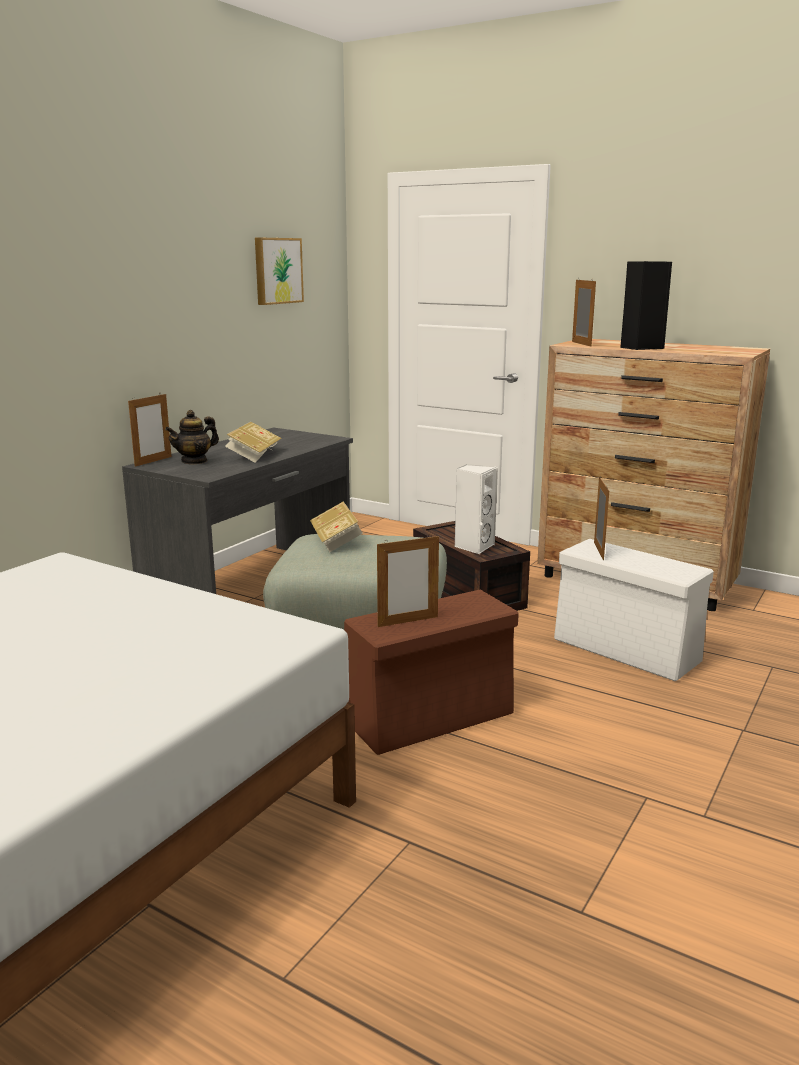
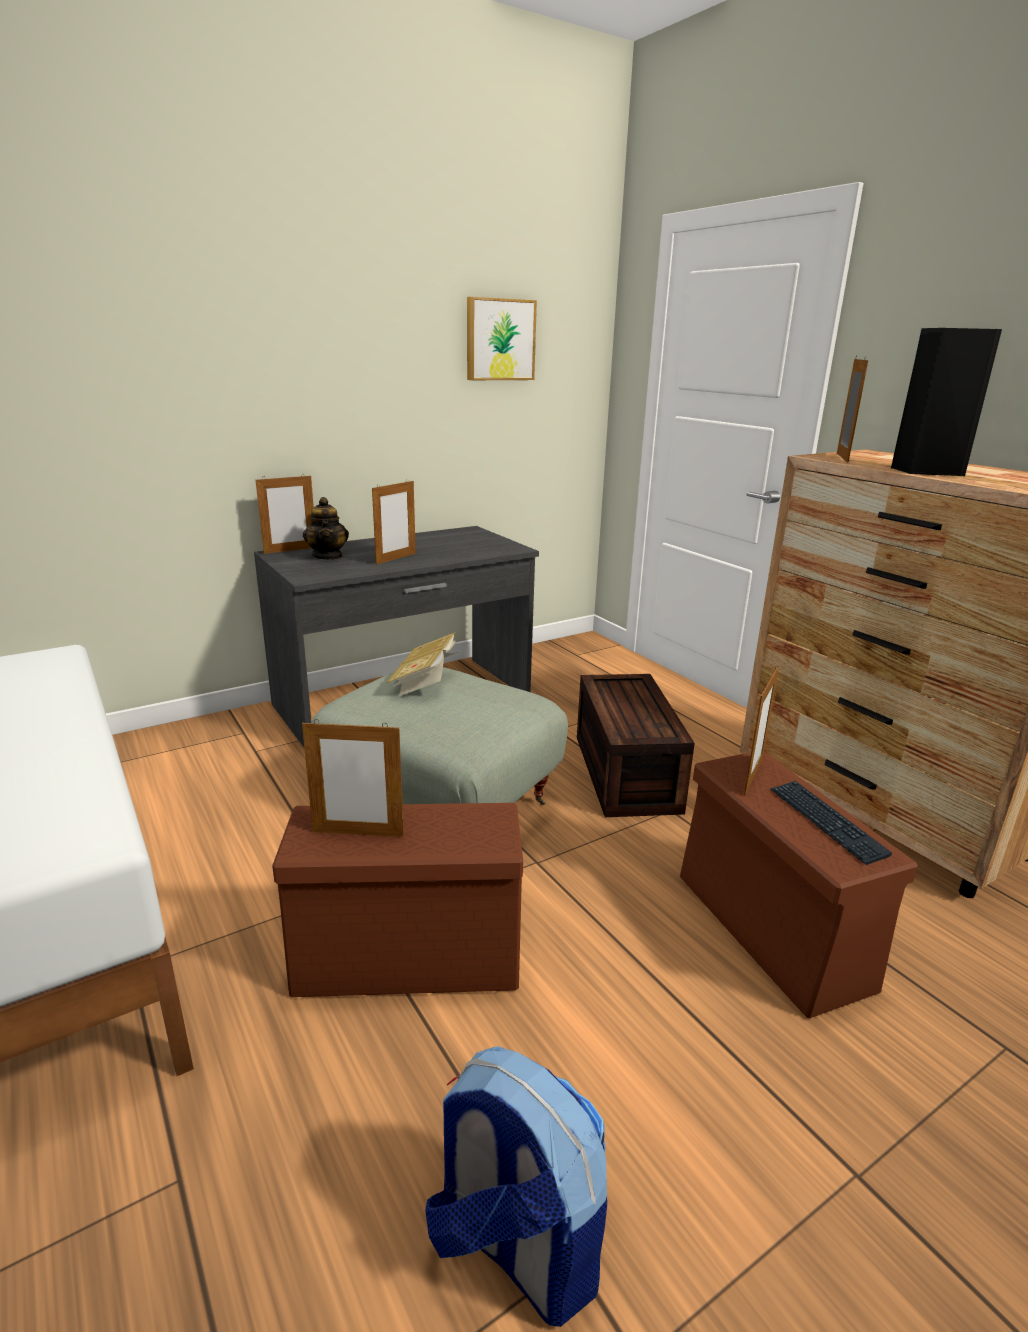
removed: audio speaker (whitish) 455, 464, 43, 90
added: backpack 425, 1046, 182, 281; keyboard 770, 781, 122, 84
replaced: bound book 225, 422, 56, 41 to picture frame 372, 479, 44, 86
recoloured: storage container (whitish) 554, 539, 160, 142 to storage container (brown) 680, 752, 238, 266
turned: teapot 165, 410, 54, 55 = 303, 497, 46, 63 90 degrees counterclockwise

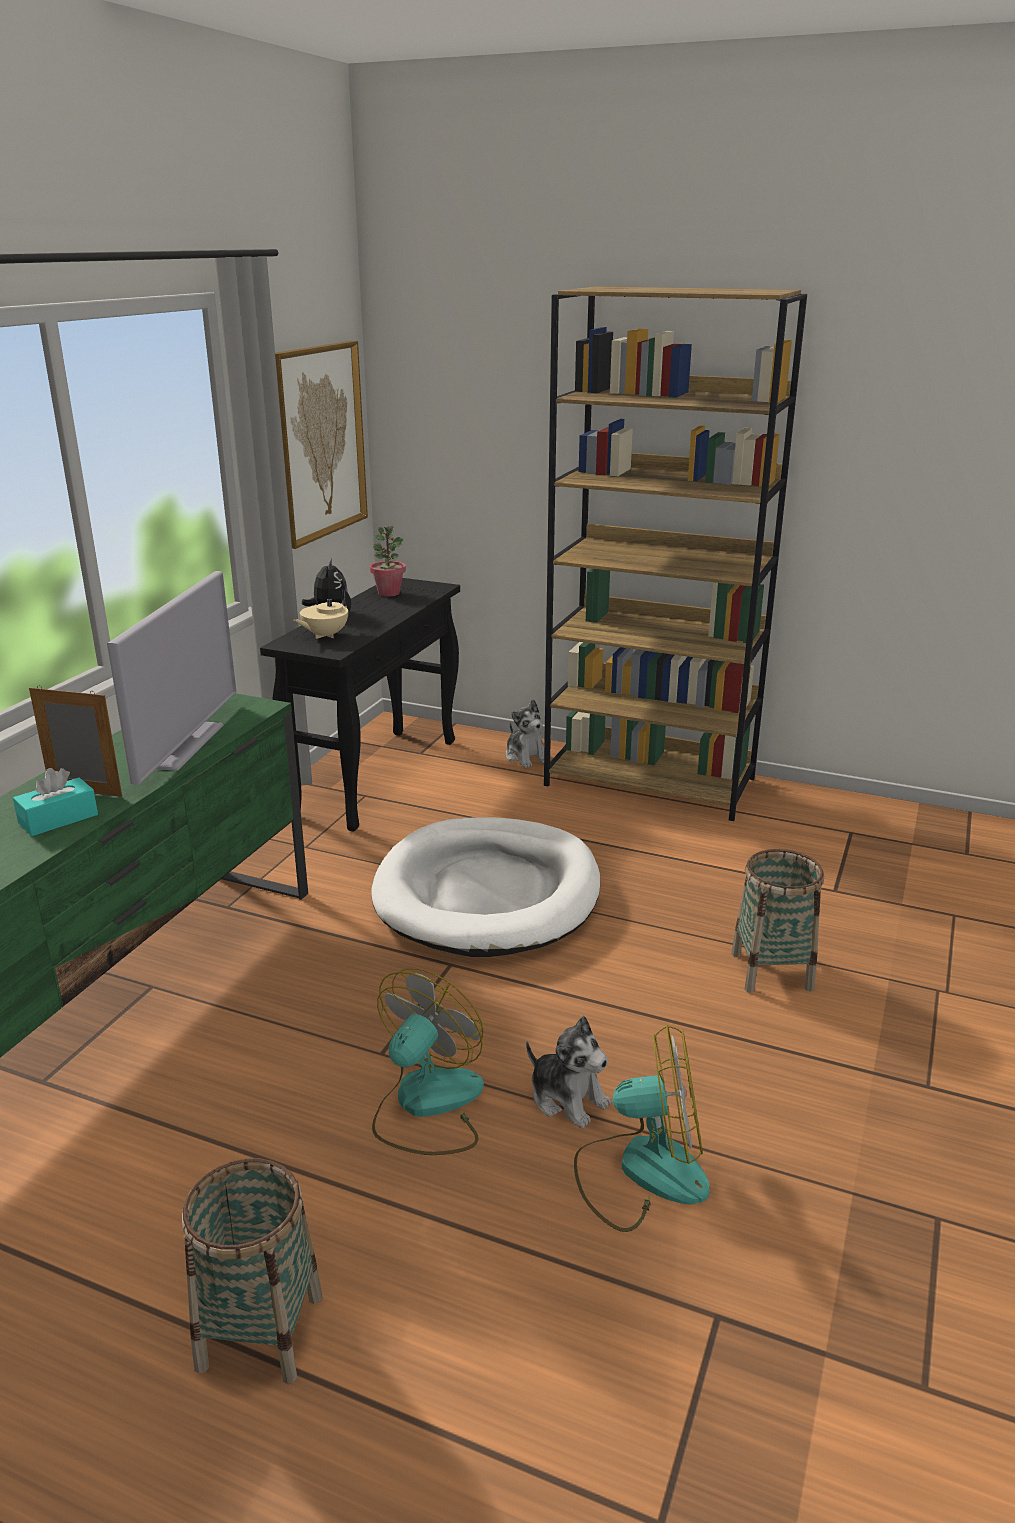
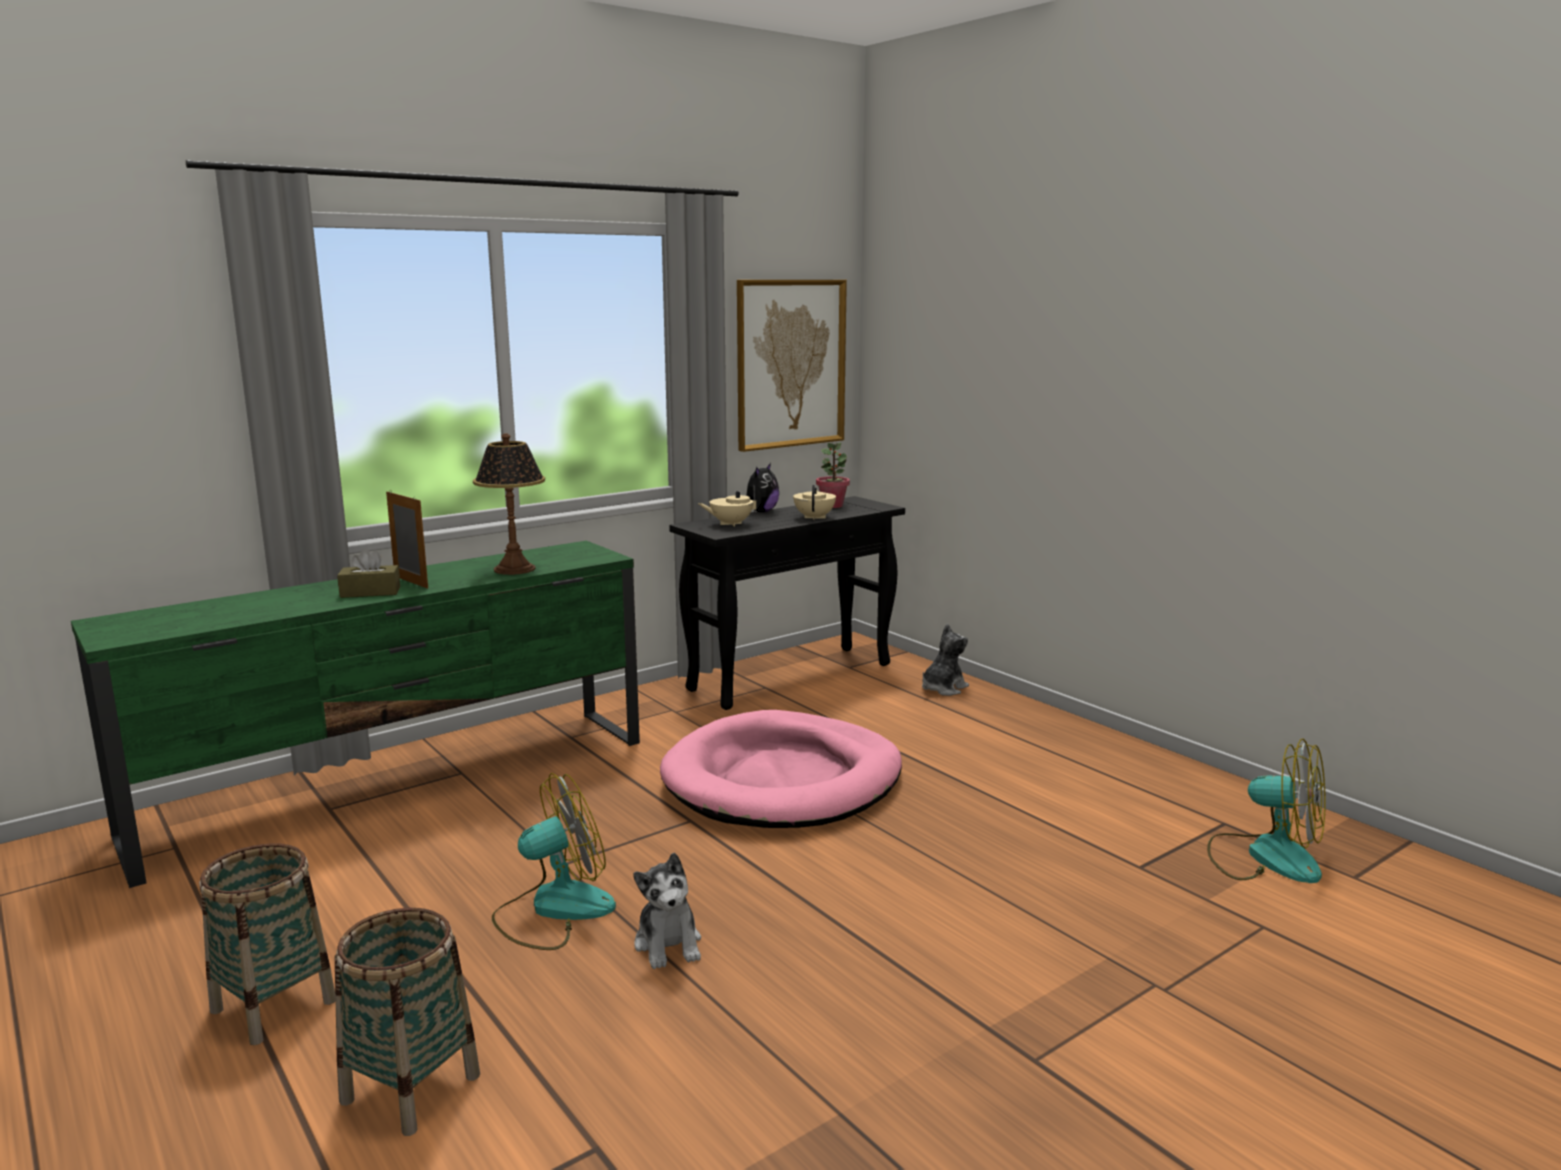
removed: shelving unit (brown) 544, 286, 263, 535
added: teapot (sand-coloured) 793, 485, 43, 35
moved: household basket 731, 849, 93, 144 to 335, 908, 145, 228; cooling fan 574, 1024, 136, 208 to 1207, 739, 118, 144
replaced: television 107, 571, 129, 214 to lamp for a table 473, 433, 72, 142
recoloured: tissue box (turquoise) 13, 768, 85, 68 to tissue box (brown) 337, 548, 63, 50; dog bed (whitish) 372, 817, 228, 140 to dog bed (pink-coloured) 660, 710, 242, 118
turned: soft toy 506, 699, 38, 69 = 922, 624, 47, 72 135 degrees counterclockwise

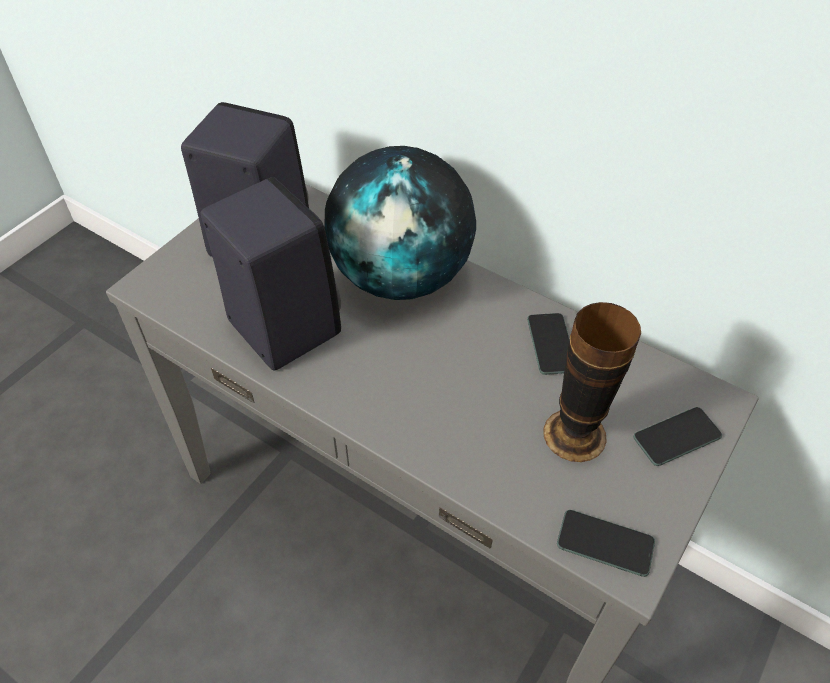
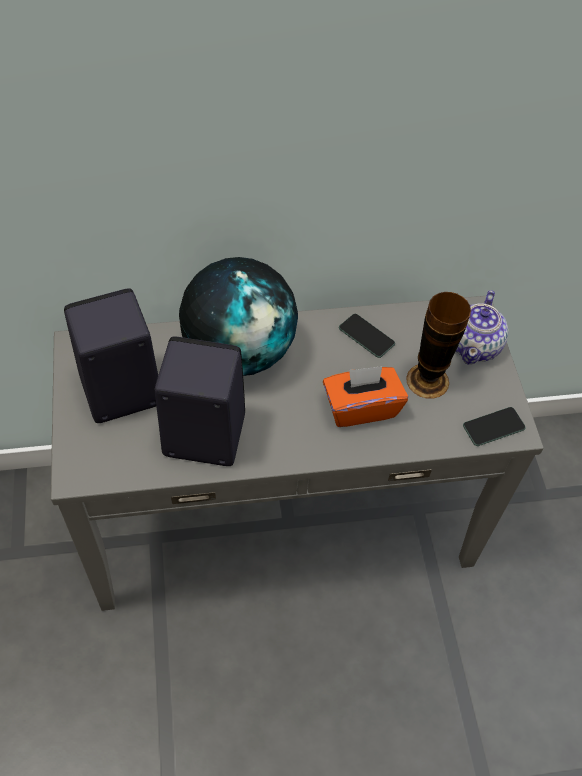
added: tissue box (orange) 323, 366, 85, 61
replaced: telephone 633, 407, 89, 59 to teapot 456, 290, 53, 75

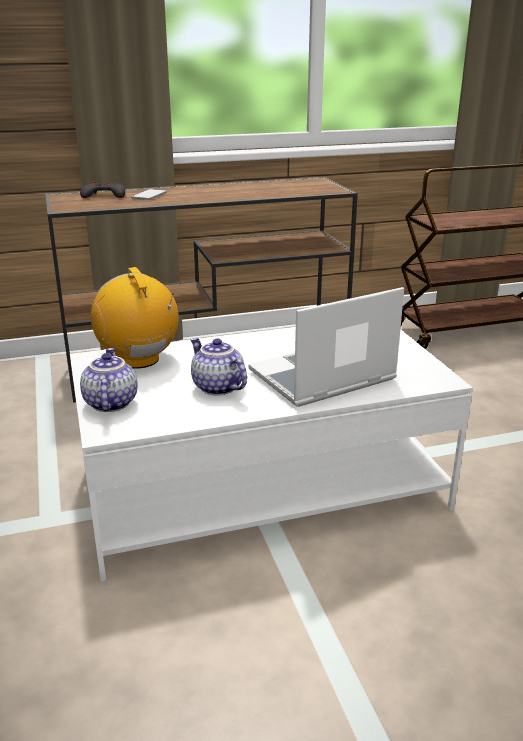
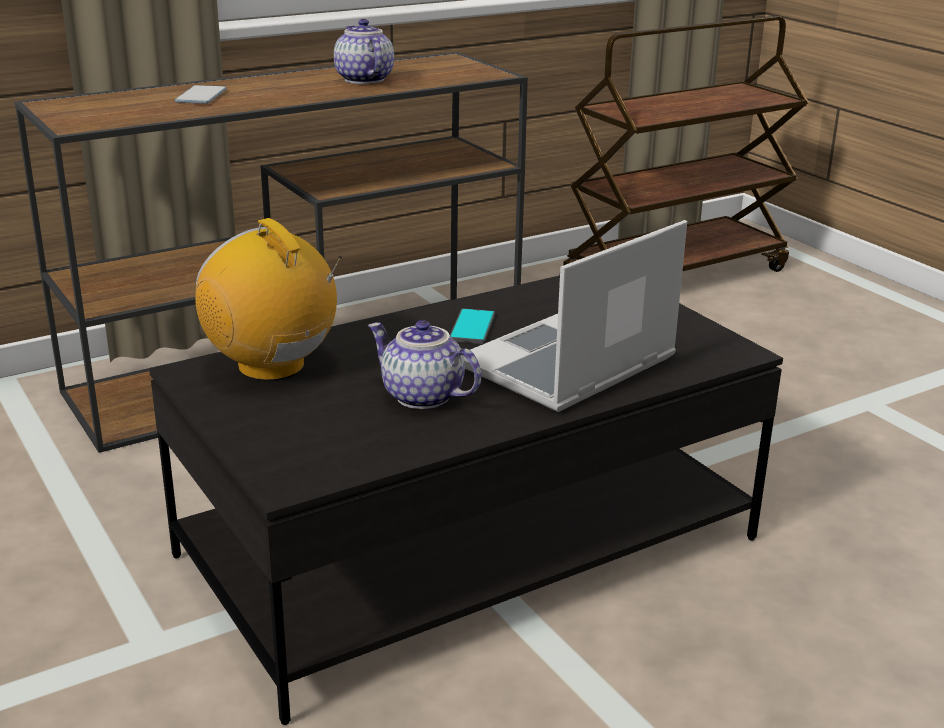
removed: gamepad (grey) 80, 181, 45, 17
added: telephone 450, 308, 45, 36
moved: teapot 80, 348, 57, 64 to 334, 19, 60, 65
recoloured: lounge table (whitish) 70, 327, 403, 254 to lounge table (black-coloured) 149, 275, 634, 450

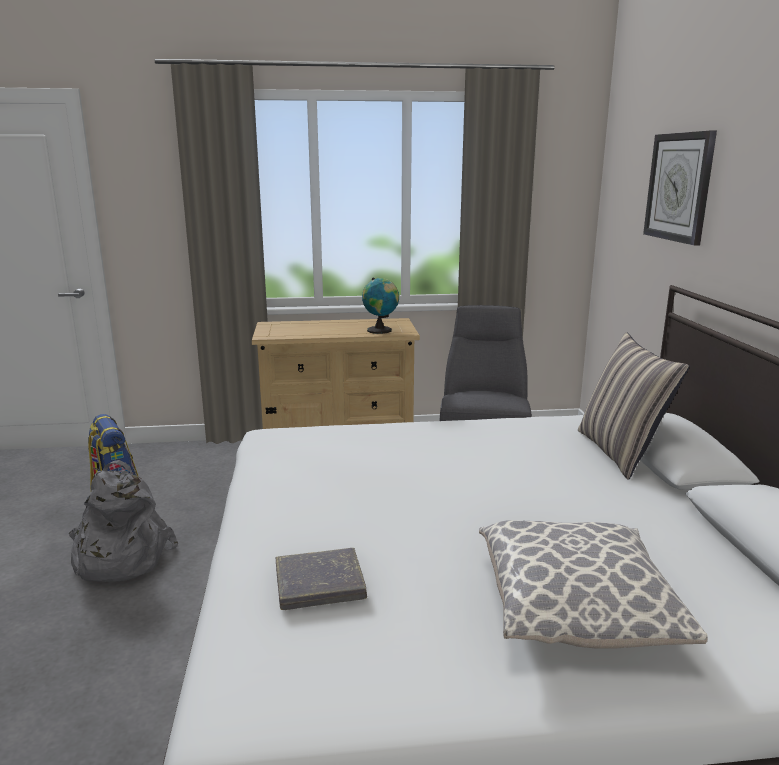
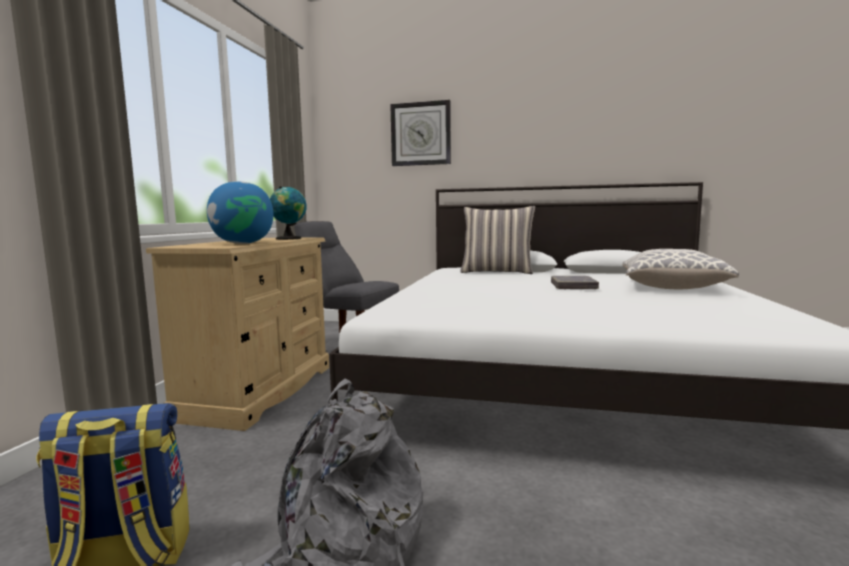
added: world globe 207, 181, 66, 63
moved: bound book (grey) 276, 548, 91, 62 to 551, 276, 48, 13

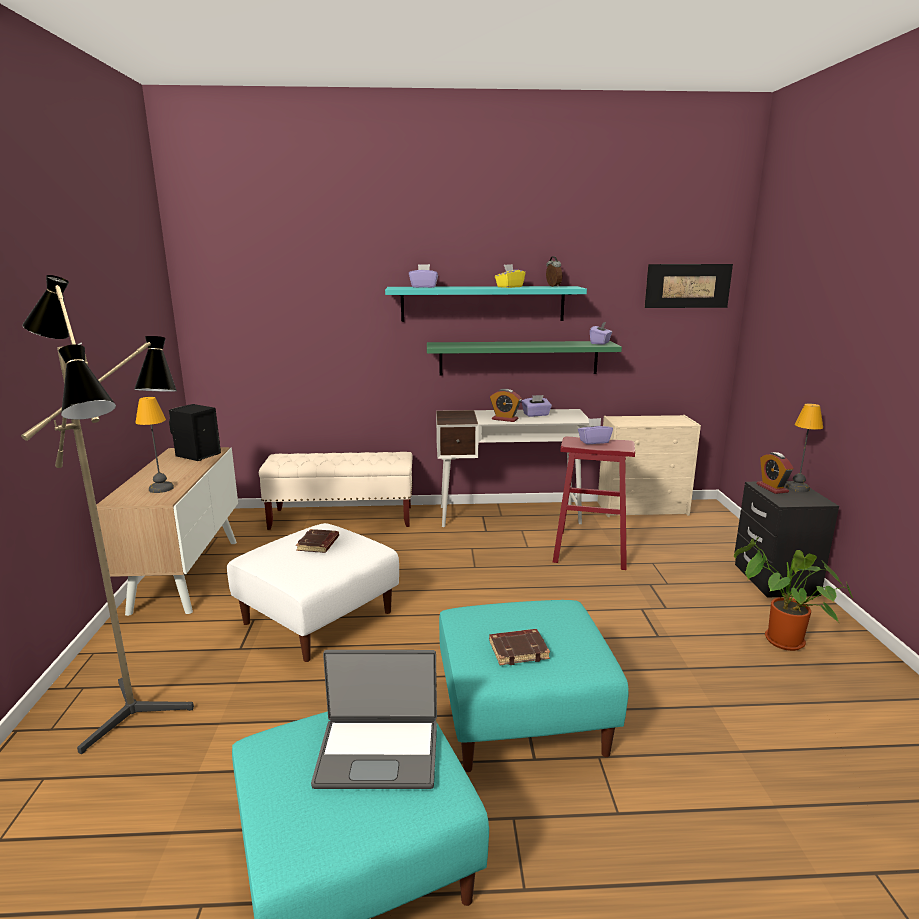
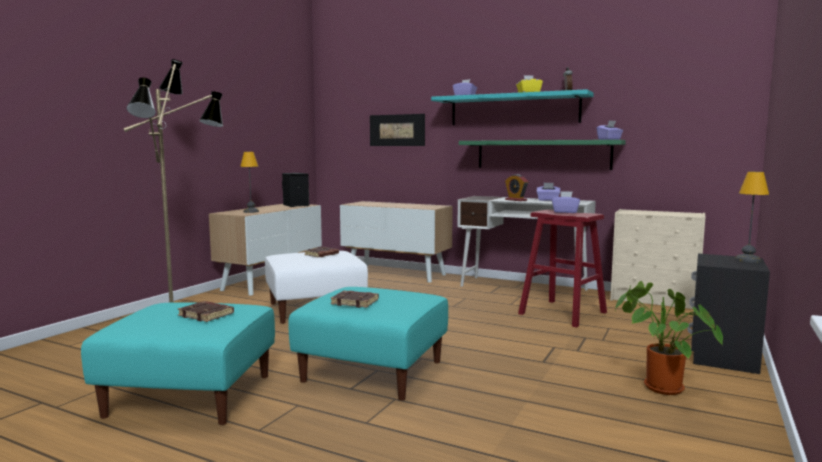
removed: alarm clock 757, 452, 36, 42
moved: wall art 644, 264, 89, 44 to 370, 114, 55, 32
replaced: laptop 311, 650, 126, 139 to bound book (brown) 177, 301, 57, 21; bench (sand-coloured) 259, 452, 154, 78 to cabinet 340, 201, 113, 82

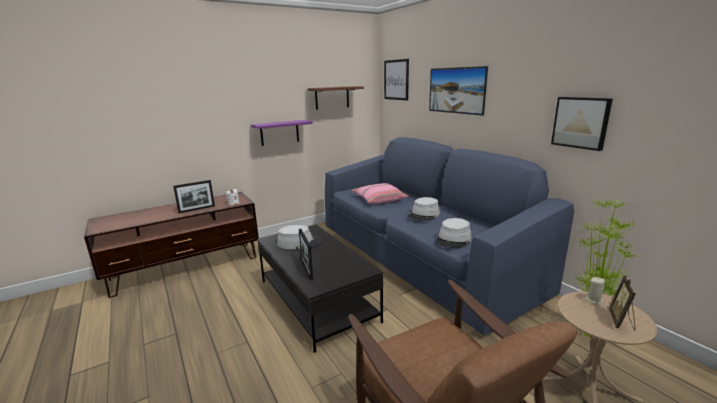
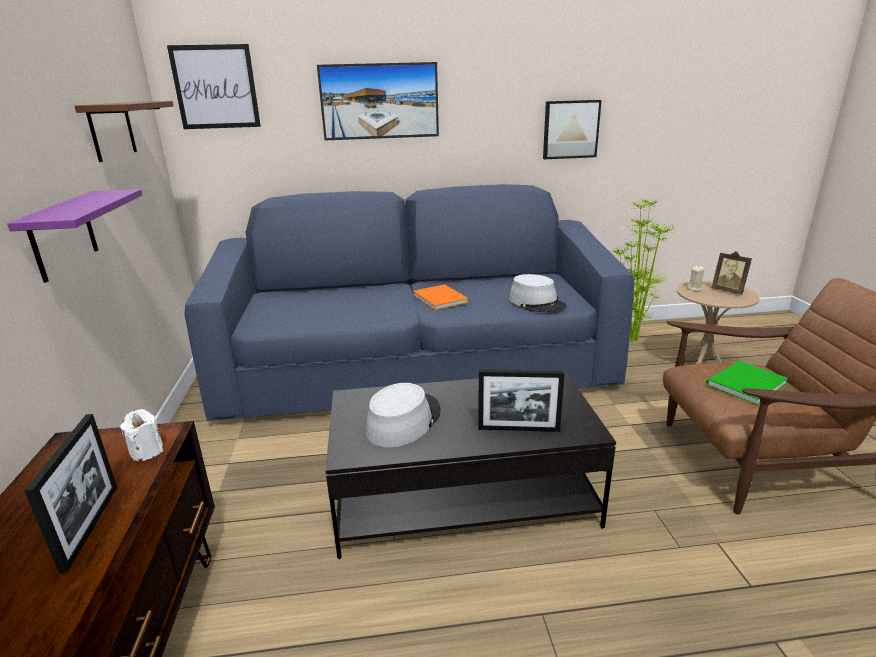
removed: pillow (pink-coloured) 352, 183, 57, 21
added: bound book (greenish) 706, 361, 82, 44
replaced: clothing hat (grey) 408, 197, 32, 24 to bound book (orange) 413, 284, 56, 26

